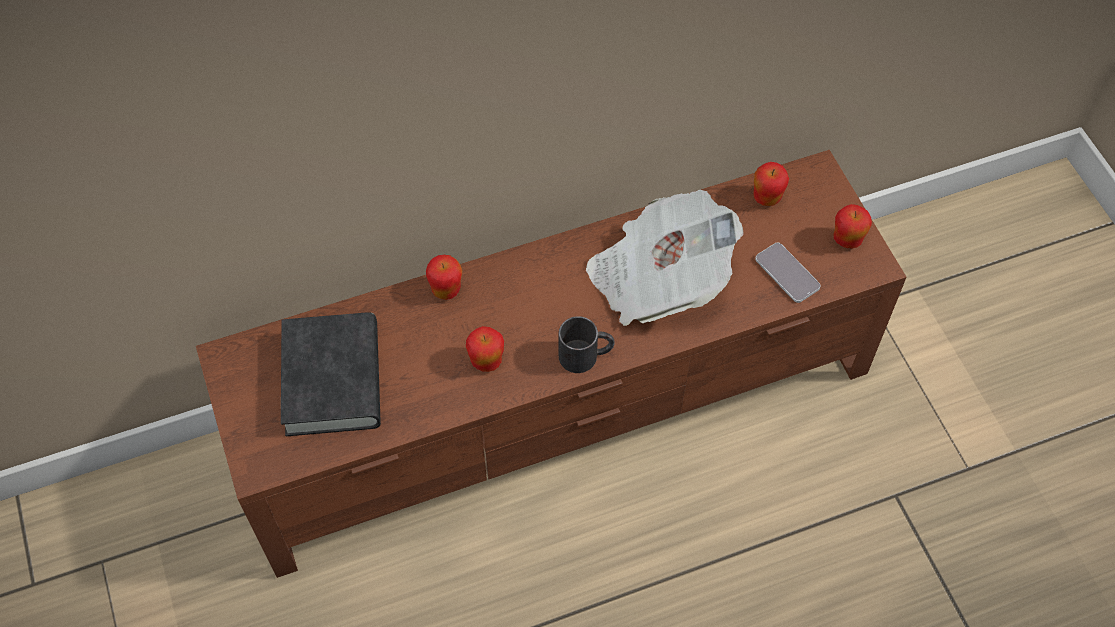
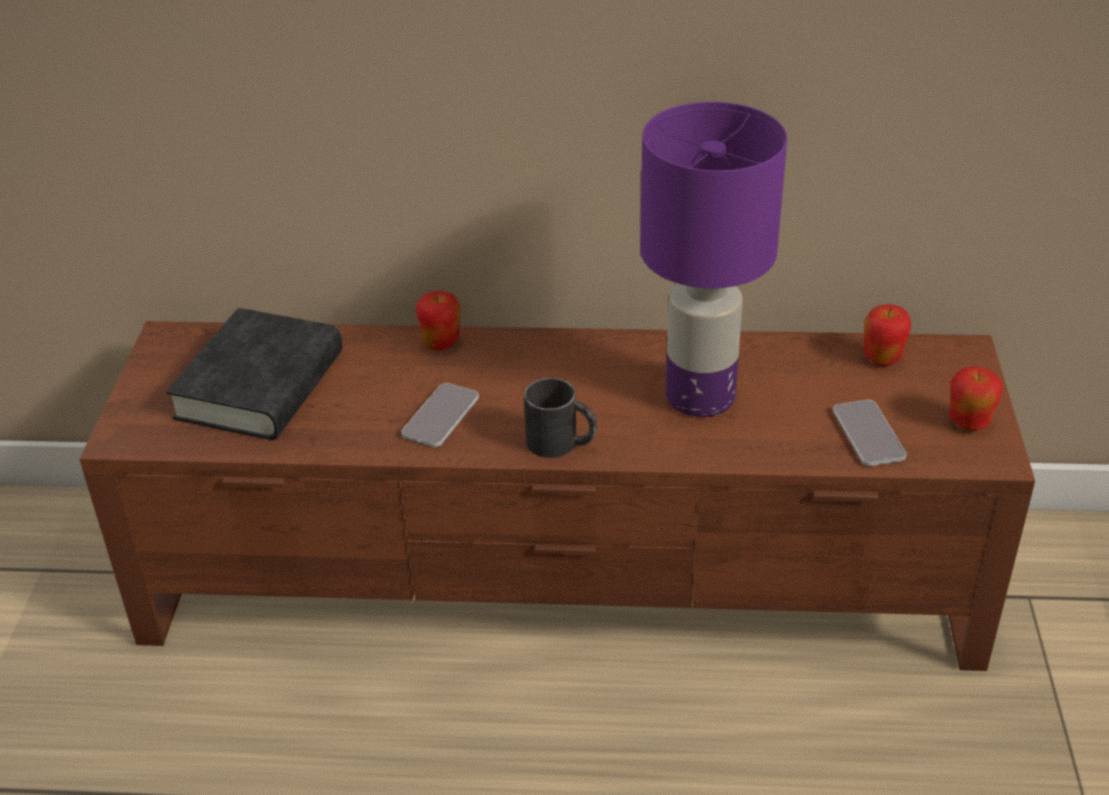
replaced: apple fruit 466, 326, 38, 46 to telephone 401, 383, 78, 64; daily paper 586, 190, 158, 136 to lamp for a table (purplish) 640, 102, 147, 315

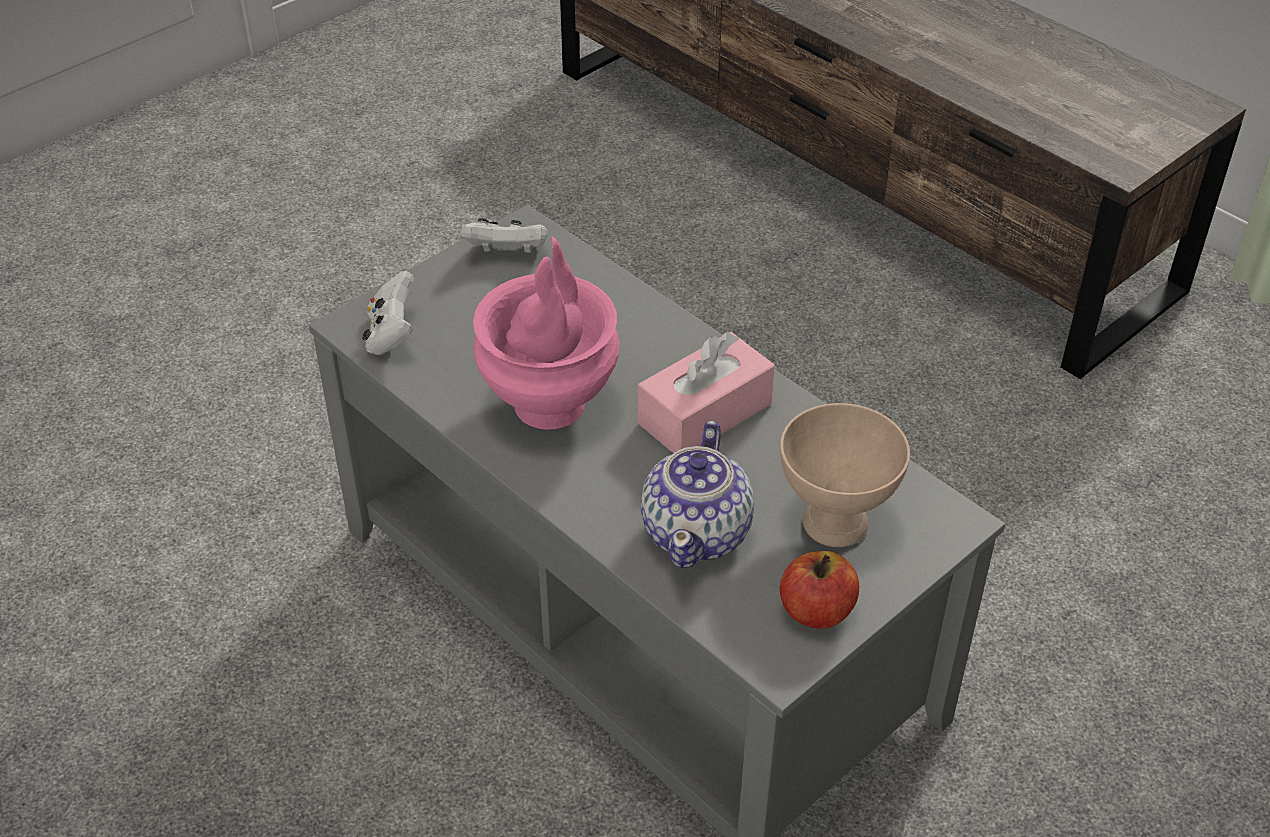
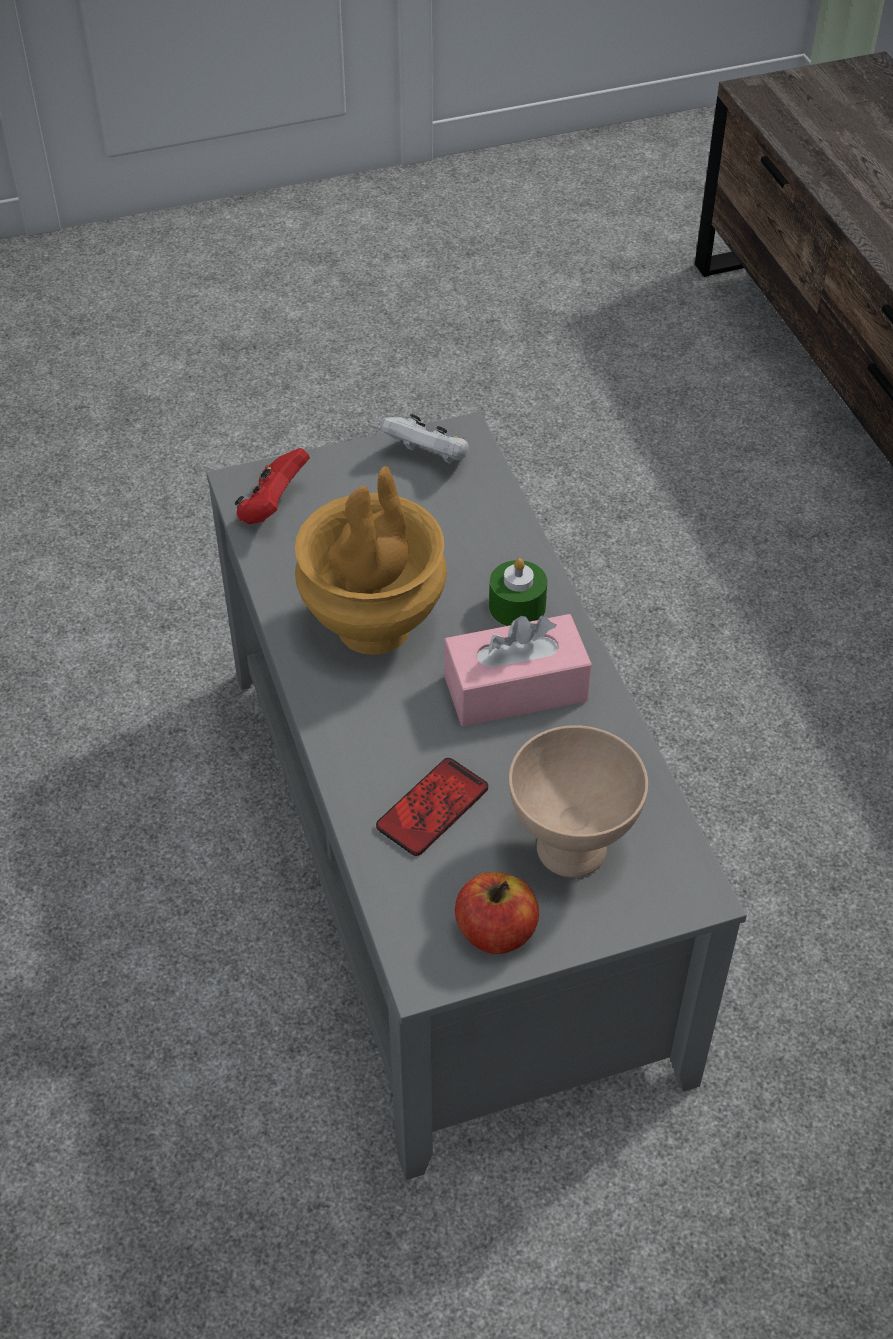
added: candle (greenish) 489, 558, 58, 68
replaced: teapot 641, 420, 113, 148 to telephone 376, 758, 112, 98
recoloured: gamepad (whitish) 363, 271, 51, 84 to gamepad (reddish) 235, 448, 75, 76; decorative vase (pink-coloured) 473, 237, 147, 193 to decorative vase (brown) 295, 466, 152, 189

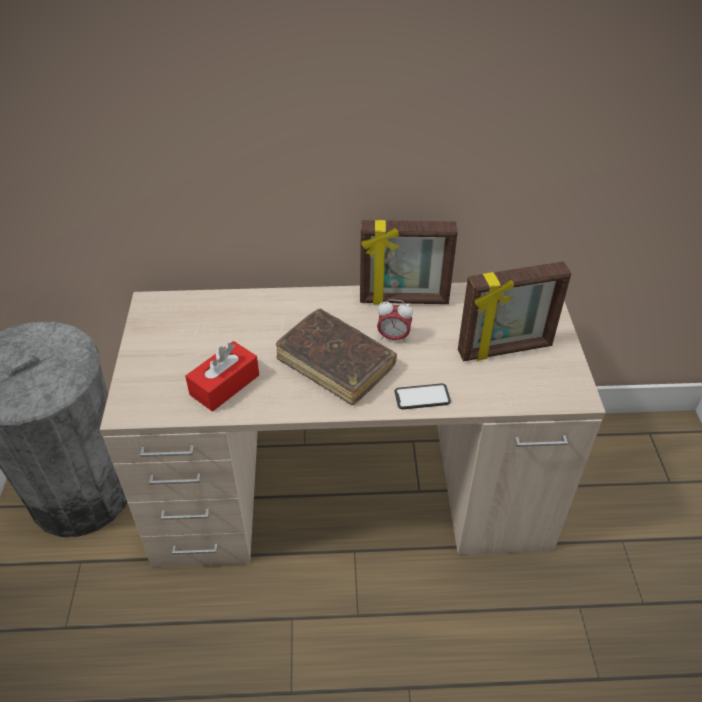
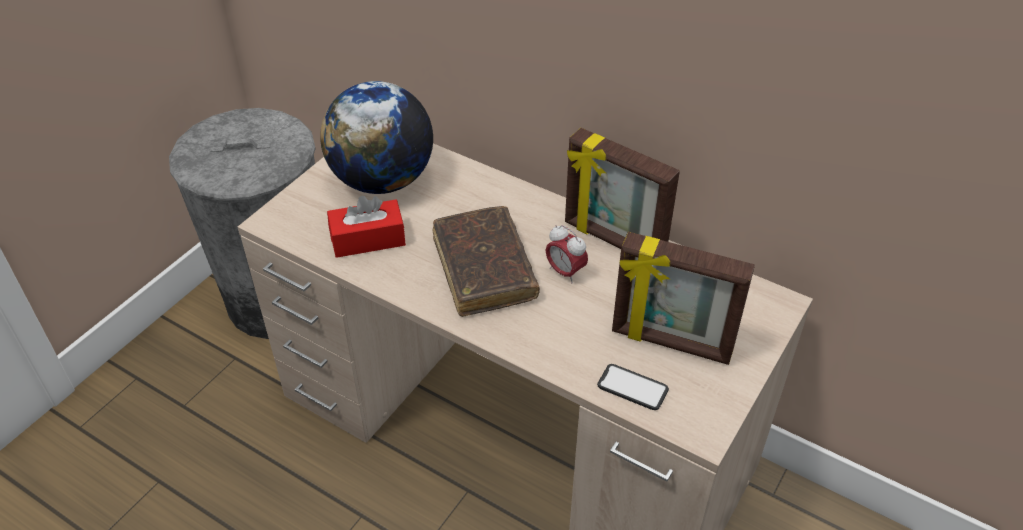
added: world globe 320, 81, 113, 113
moved: telephone 394, 383, 57, 26 to 597, 364, 72, 46

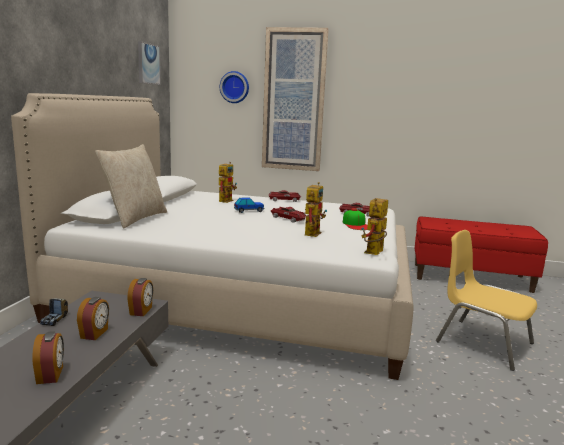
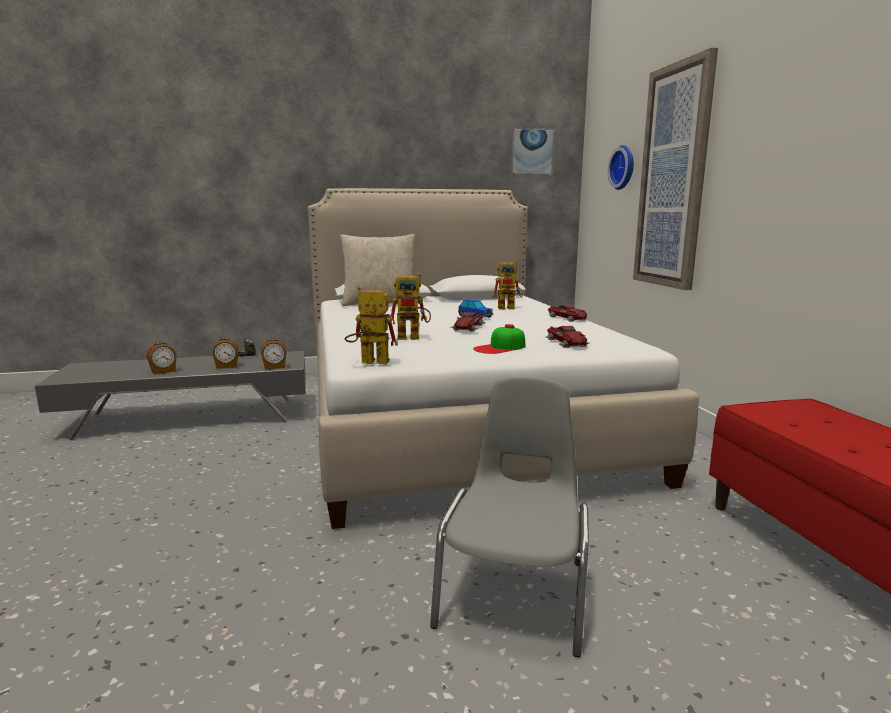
recoloured: plain chair (yellow) 436, 230, 101, 141 to plain chair (grey) 430, 377, 159, 280

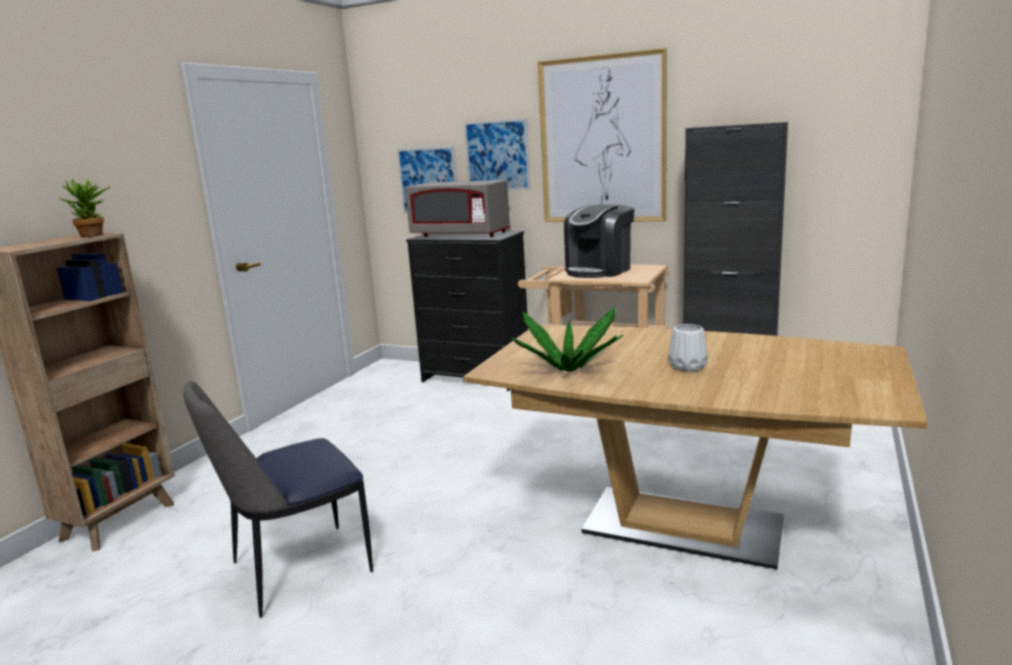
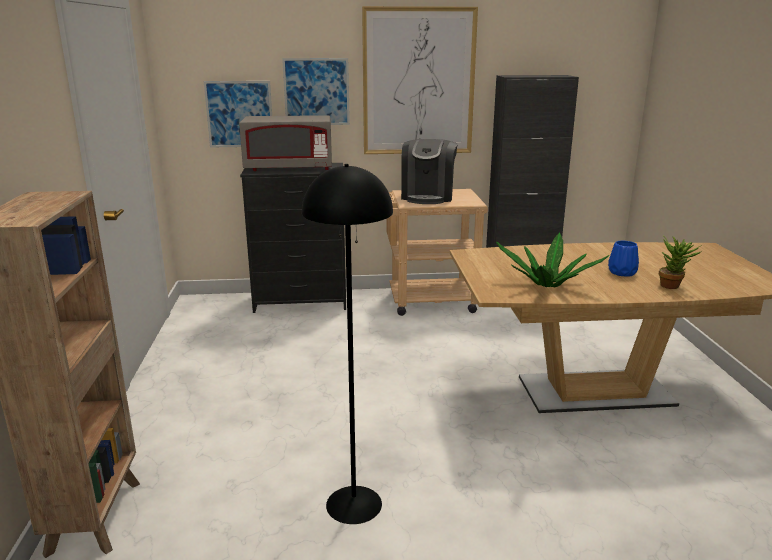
moved: plant in a pot 60, 179, 50, 59 to 659, 236, 43, 53
replaced: plain chair 183, 381, 190, 237 to standing lamp (black-coloured) 302, 164, 91, 360
recoloured: decorative vase (whitish) 668, 324, 40, 48 to decorative vase (bluish) 608, 241, 31, 35

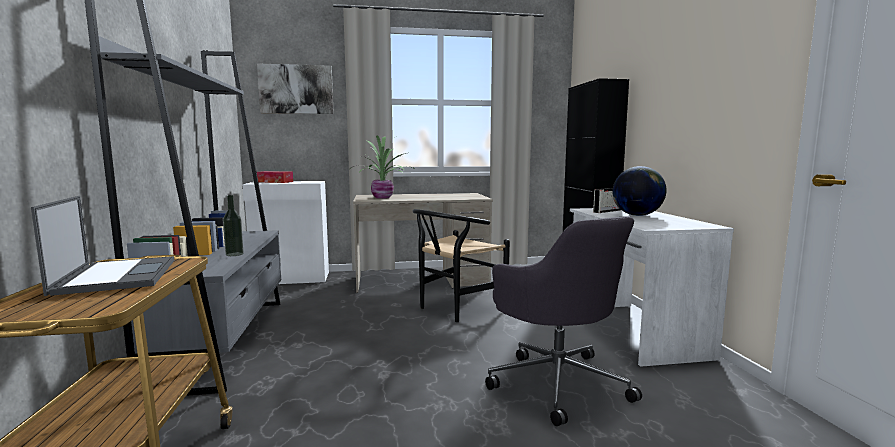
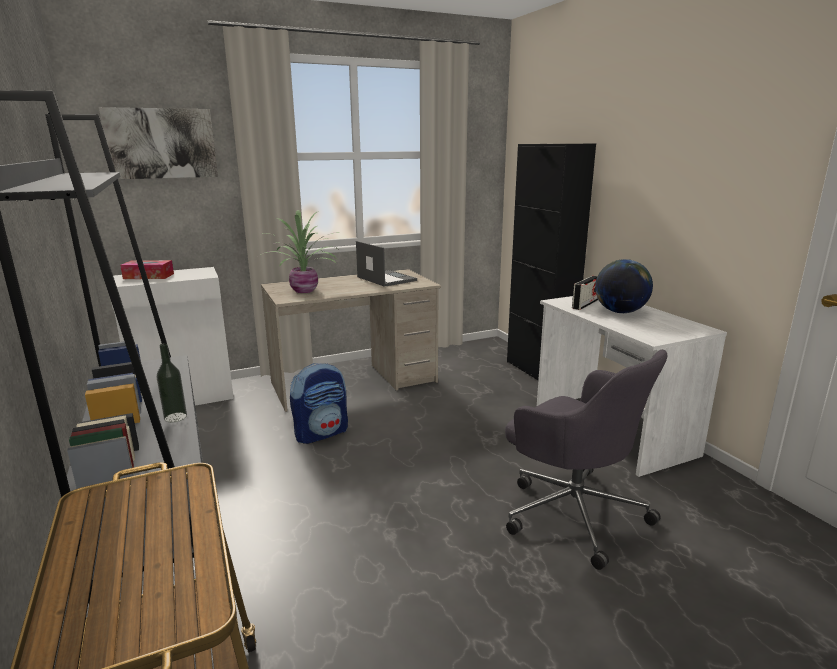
removed: plain chair (black-coloured) 413, 209, 97, 113
added: backpack 290, 362, 58, 82
moved: laptop 31, 196, 143, 100 to 356, 241, 61, 46

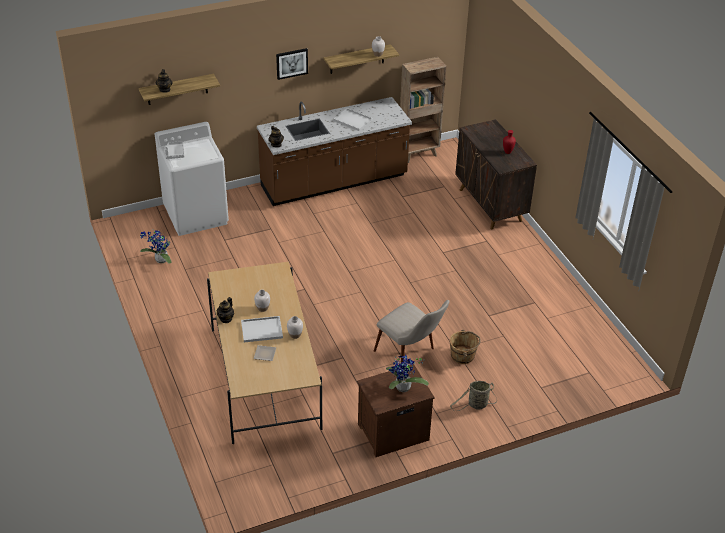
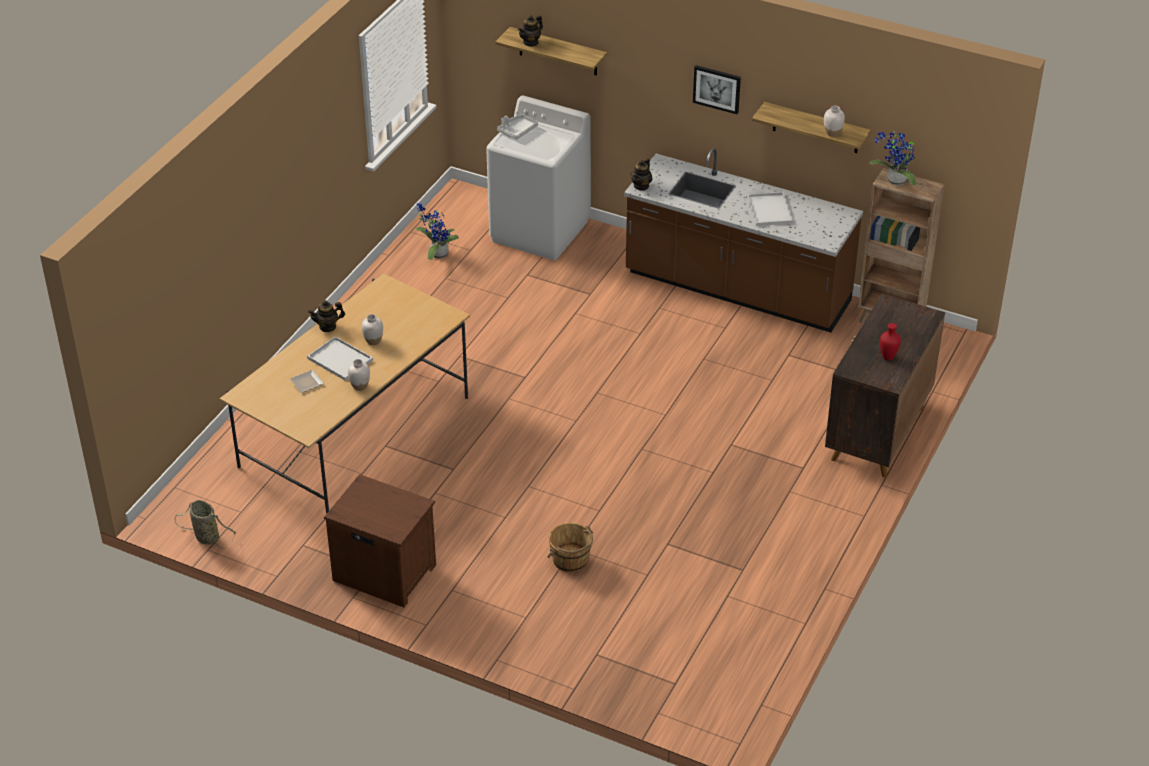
removed: plain chair (sand-coloured) 374, 300, 75, 63
moved: household basket 450, 381, 46, 30 to 175, 500, 61, 49; plant in a pot 386, 355, 43, 37 to 869, 131, 48, 55

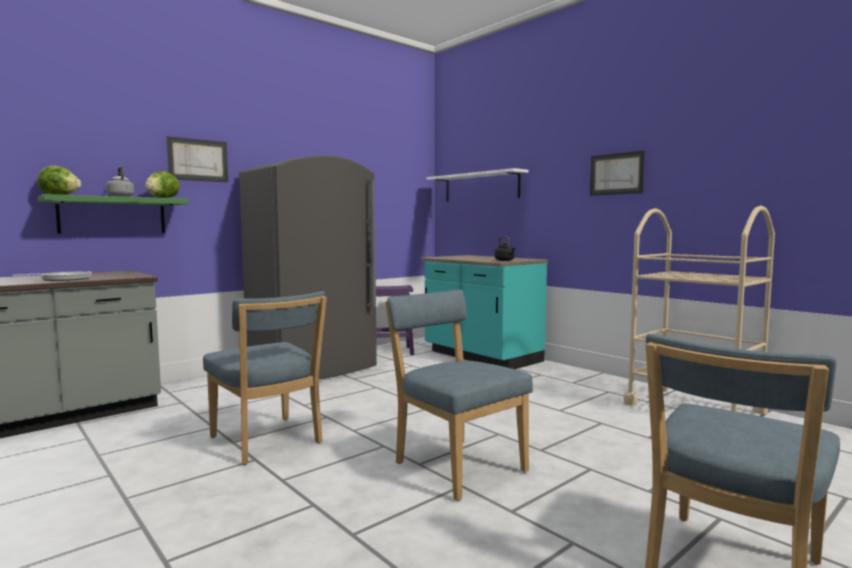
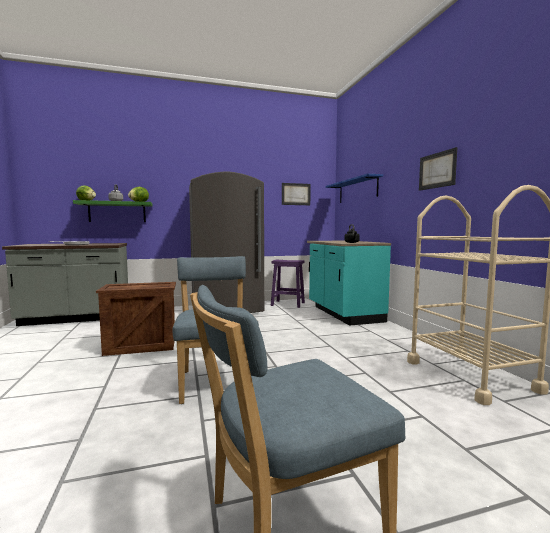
moved: wall art 166, 136, 62, 46 to 282, 183, 29, 22
replaced: plain chair (bluish) 203, 291, 124, 174 to packing crate 96, 282, 80, 74
recoloured: shelf (whitish) 426, 168, 102, 34 to shelf (bluish) 325, 174, 58, 29

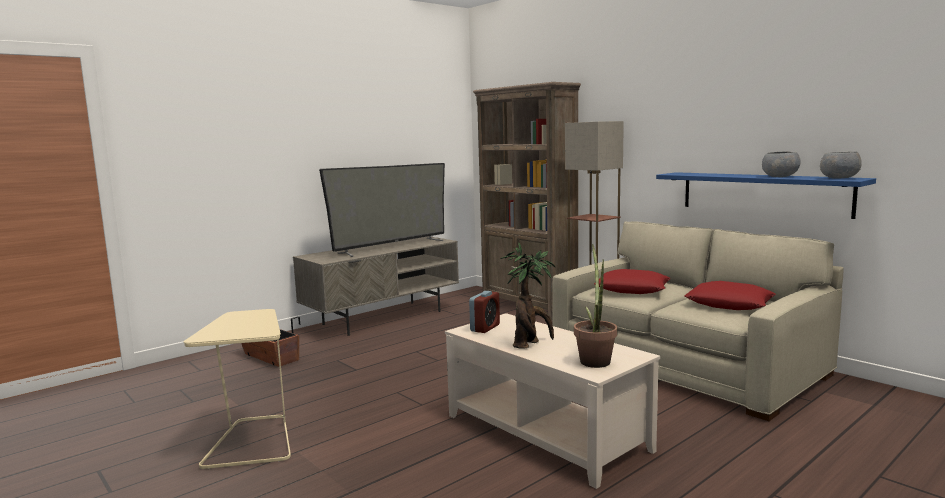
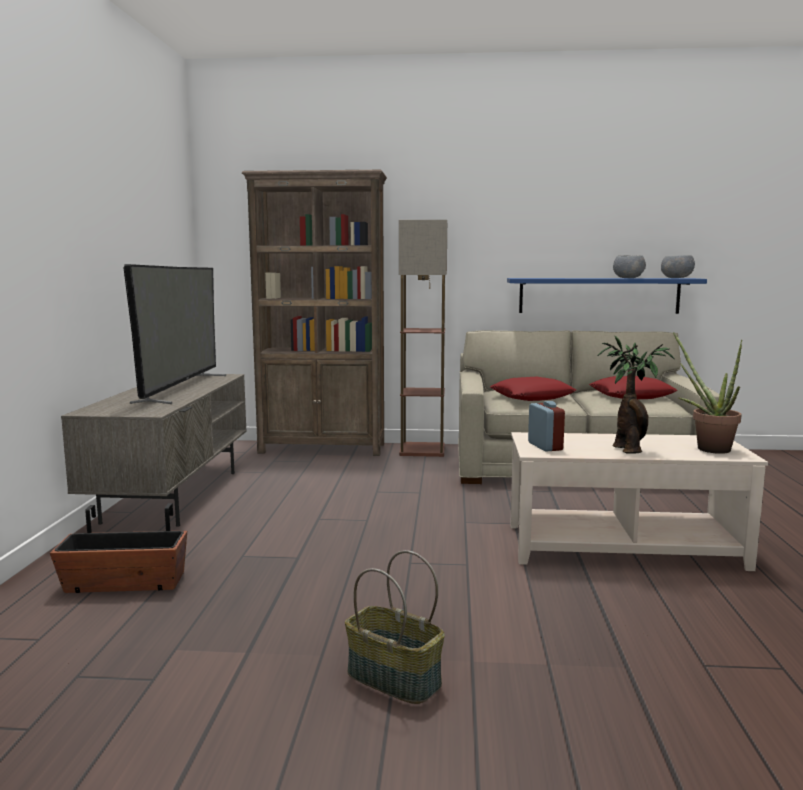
replaced: side table (sand-coloured) 184, 309, 107, 160 to household basket 345, 550, 100, 154

